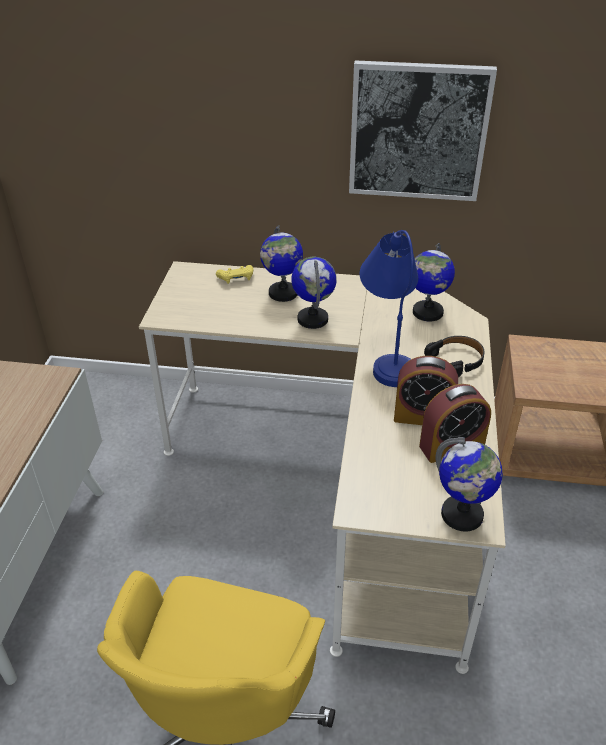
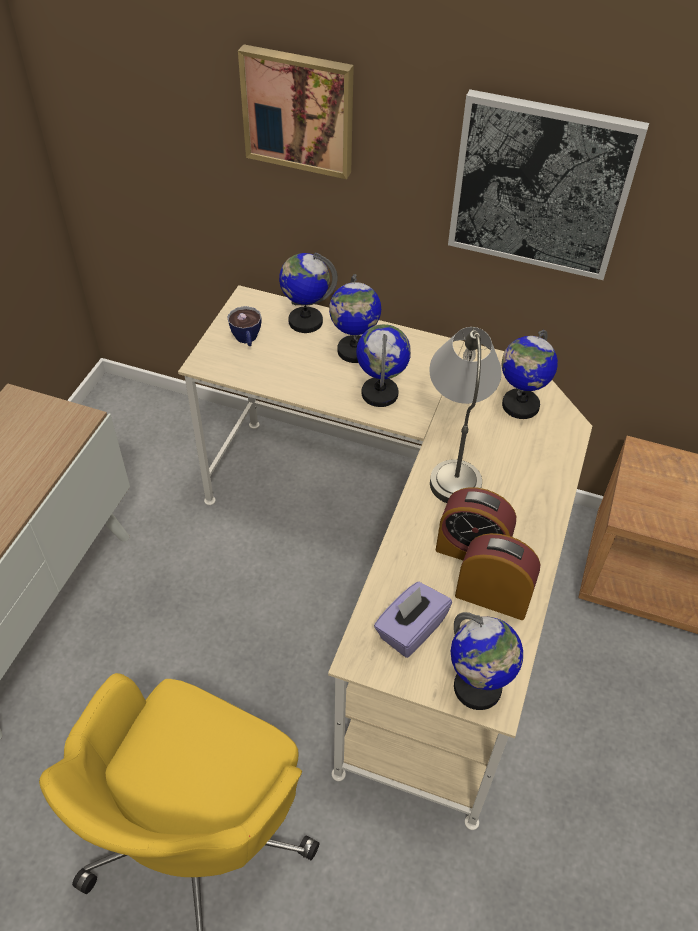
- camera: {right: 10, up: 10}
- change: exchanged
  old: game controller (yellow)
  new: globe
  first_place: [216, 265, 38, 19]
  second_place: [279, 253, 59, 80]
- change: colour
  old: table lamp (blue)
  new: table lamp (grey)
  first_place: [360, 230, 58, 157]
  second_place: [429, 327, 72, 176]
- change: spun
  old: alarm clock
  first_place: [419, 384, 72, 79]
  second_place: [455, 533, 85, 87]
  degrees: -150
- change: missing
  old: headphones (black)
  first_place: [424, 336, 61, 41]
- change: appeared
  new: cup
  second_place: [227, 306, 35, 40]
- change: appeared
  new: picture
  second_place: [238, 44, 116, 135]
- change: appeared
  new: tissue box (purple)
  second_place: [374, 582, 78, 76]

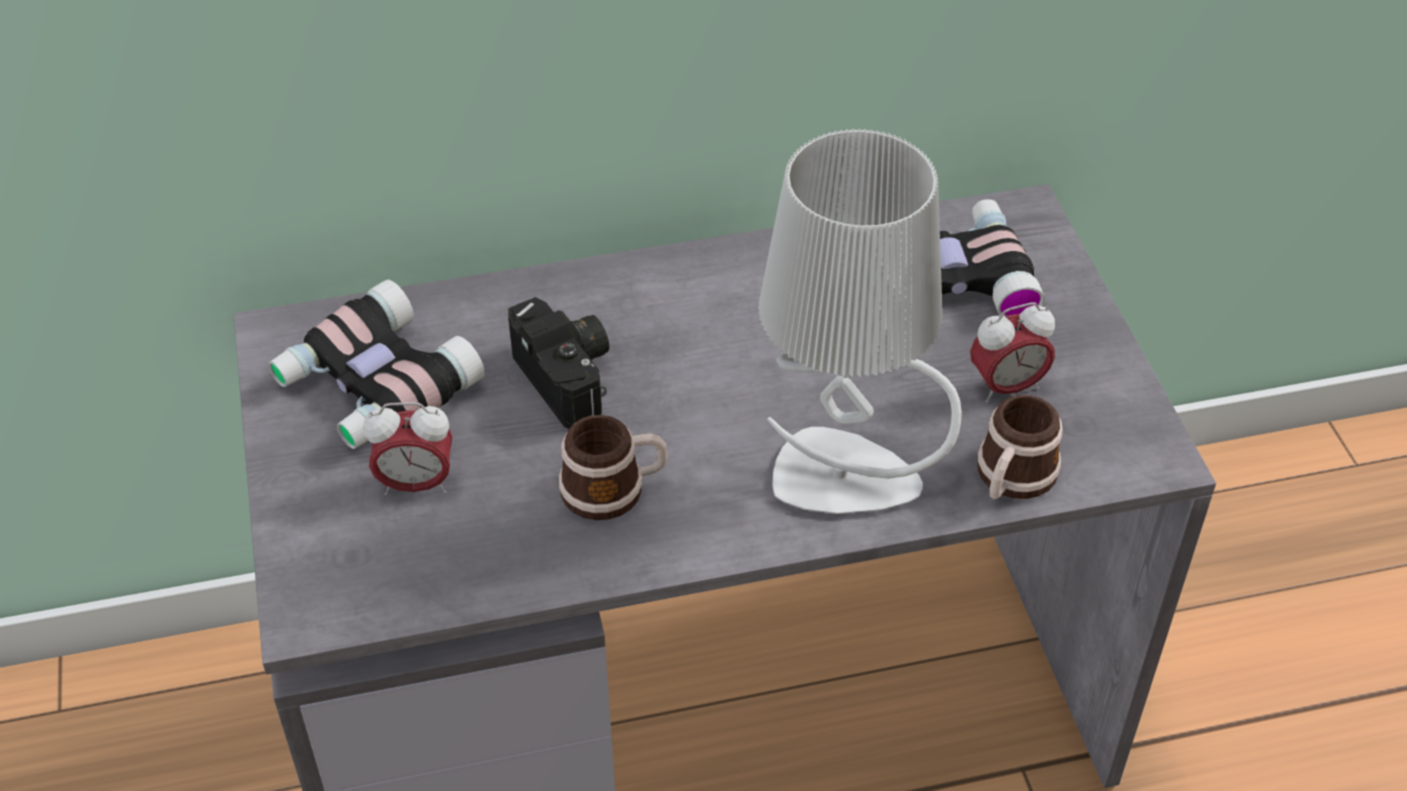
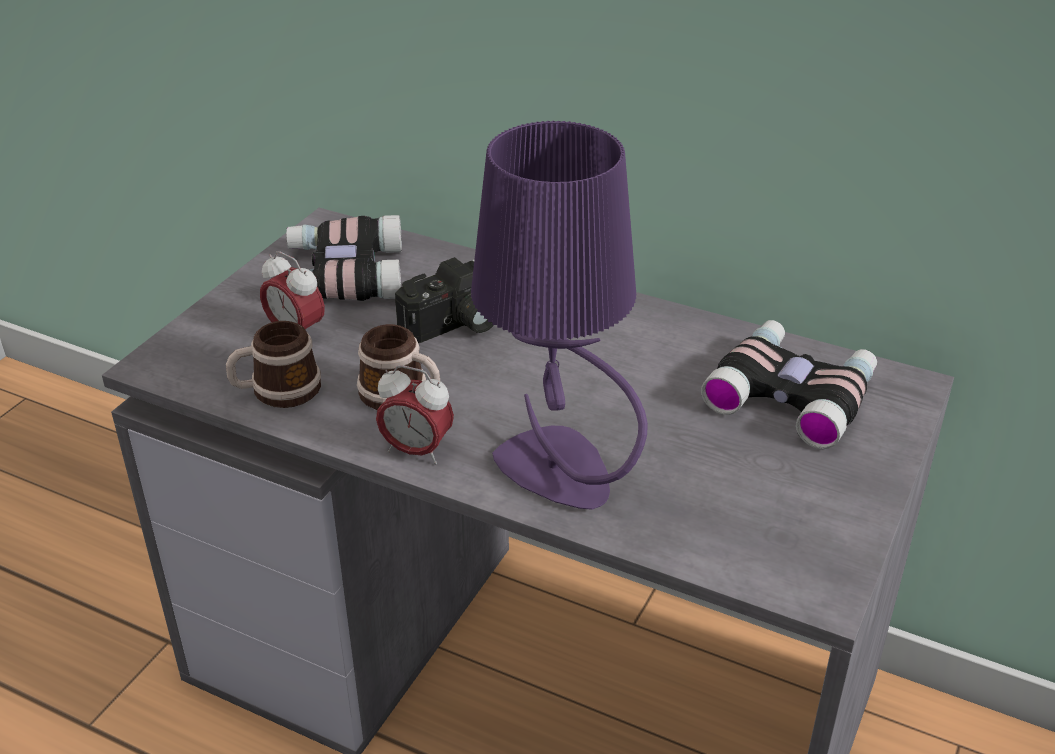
- camera: {right: 40, up: -10}
- change: spun
  old: photo camera
  first_place: [508, 297, 101, 132]
  second_place: [395, 257, 99, 86]
  degrees: 45
- change: colour
  old: table lamp (grey)
  new: table lamp (purple)
  first_place: [758, 129, 204, 385]
  second_place: [471, 121, 177, 389]
- change: relocated
  old: alarm clock
  first_place: [970, 302, 85, 101]
  second_place: [376, 365, 78, 99]
- change: relocated
  old: mug
  first_place: [977, 395, 86, 104]
  second_place: [226, 321, 95, 87]

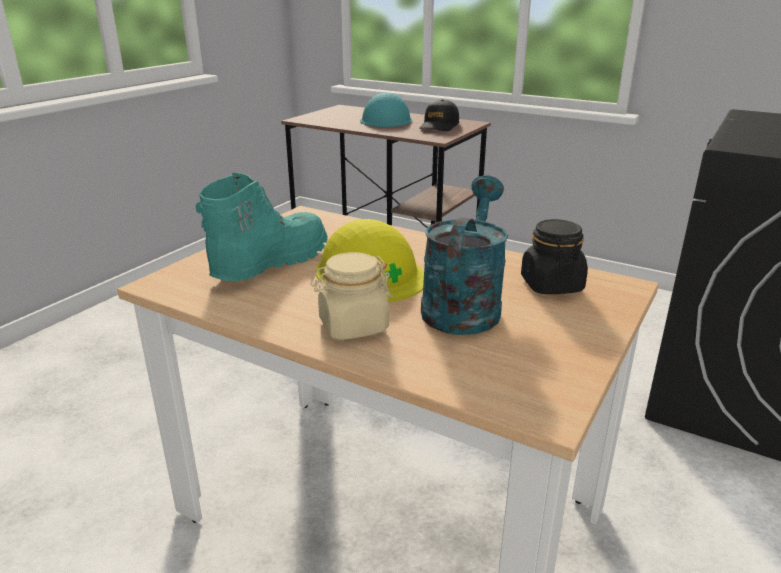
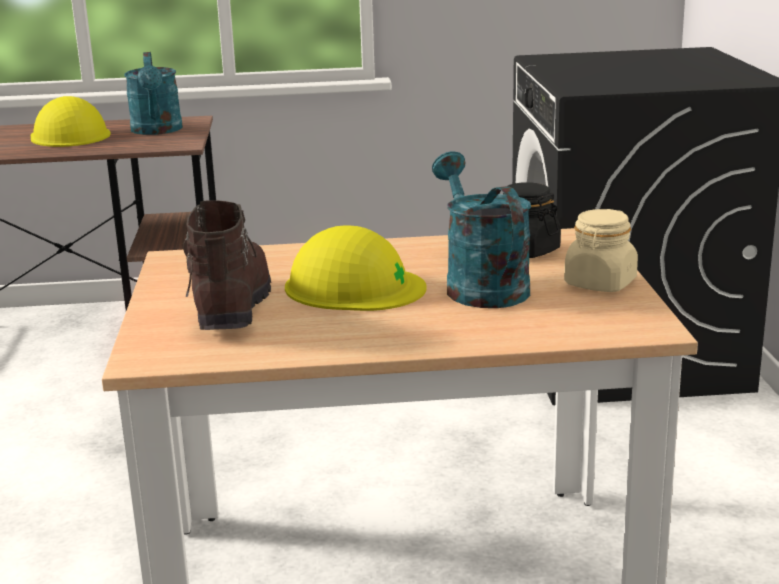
- camera: {right: -35, up: -5}
- change: colour
  old: boot (turquoise)
  new: boot (brown)
  first_place: [195, 173, 133, 108]
  second_place: [183, 201, 88, 129]
- change: relocated
  old: jar (beige)
  first_place: [311, 252, 81, 88]
  second_place: [564, 209, 74, 83]
- change: colour
  old: hard hat (turquoise)
  new: hard hat (yellow)
  first_place: [360, 93, 52, 34]
  second_place: [31, 96, 80, 51]
- change: exchanged
  old: cap (black)
  new: watering can (turquoise)
  first_place: [419, 99, 40, 32]
  second_place: [124, 52, 59, 83]

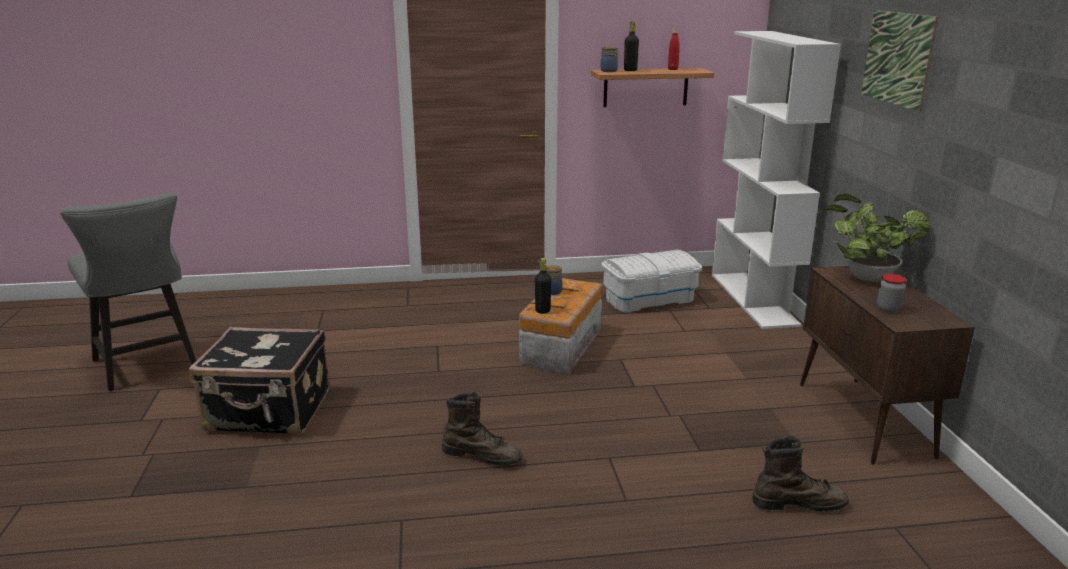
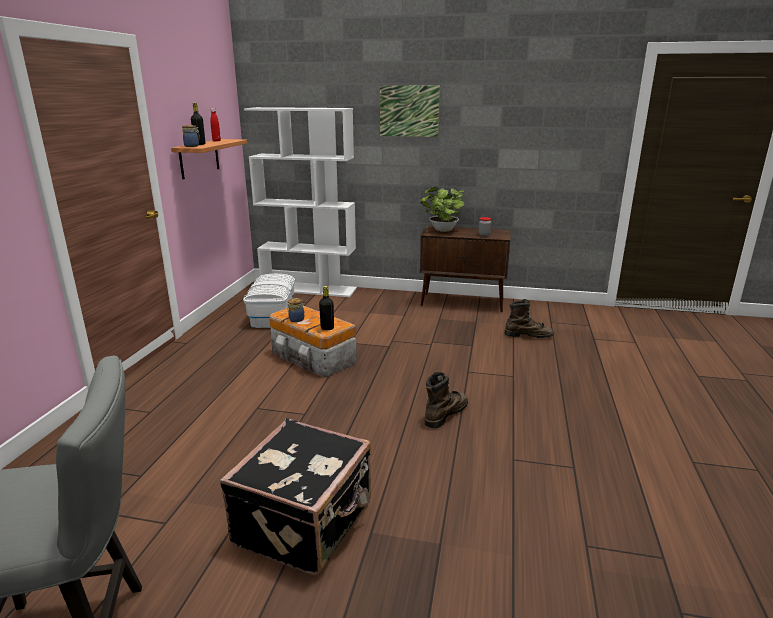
- camera: {right: -70, up: 0}
- change: spun
  old: boot (brown)
  first_place: [752, 436, 97, 76]
  second_place: [504, 299, 50, 39]
  degrees: 75

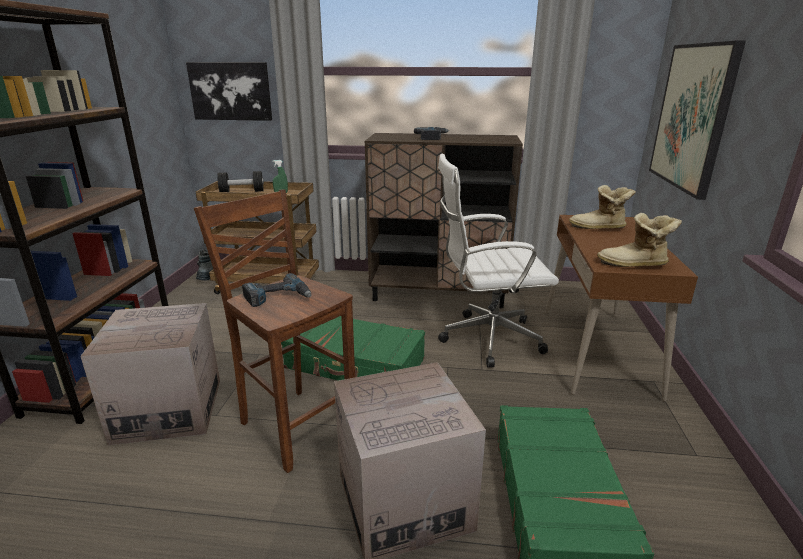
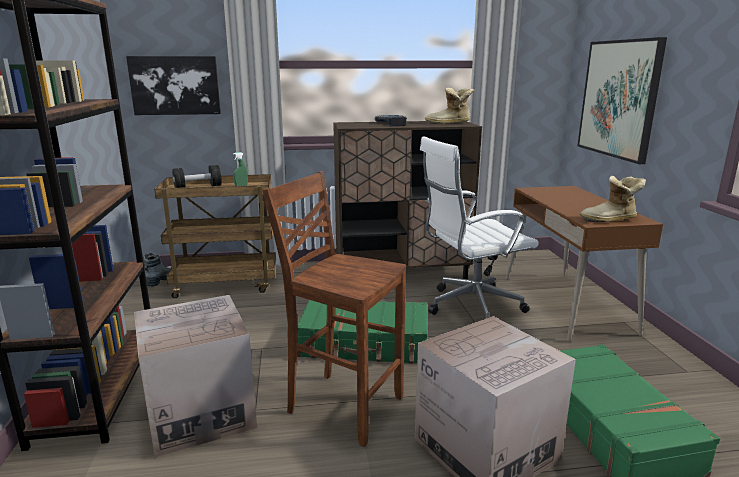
- camera: {right: -15, up: -5}
- change: missing
  old: power drill
  first_place: [242, 273, 69, 34]
- change: relocated
  old: boot
  first_place: [569, 185, 67, 44]
  second_place: [425, 87, 49, 37]

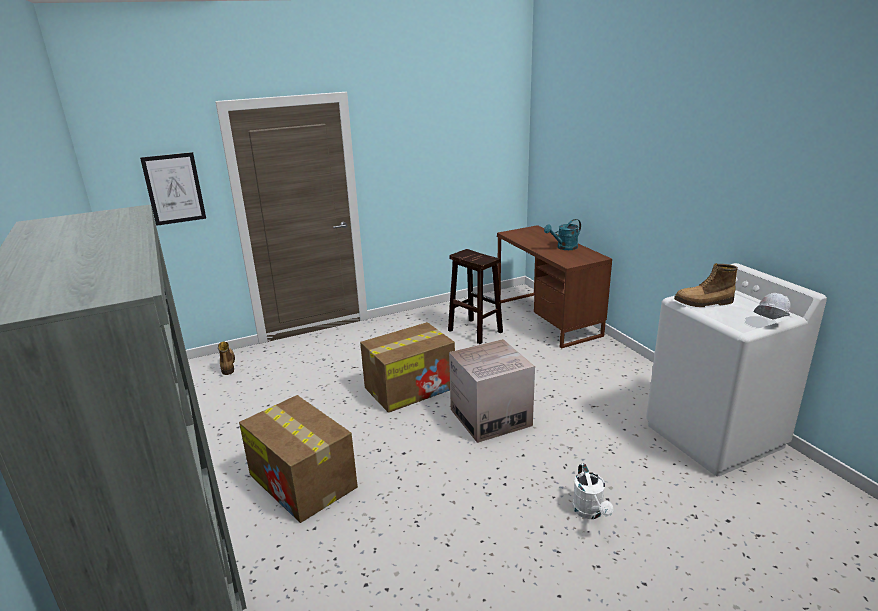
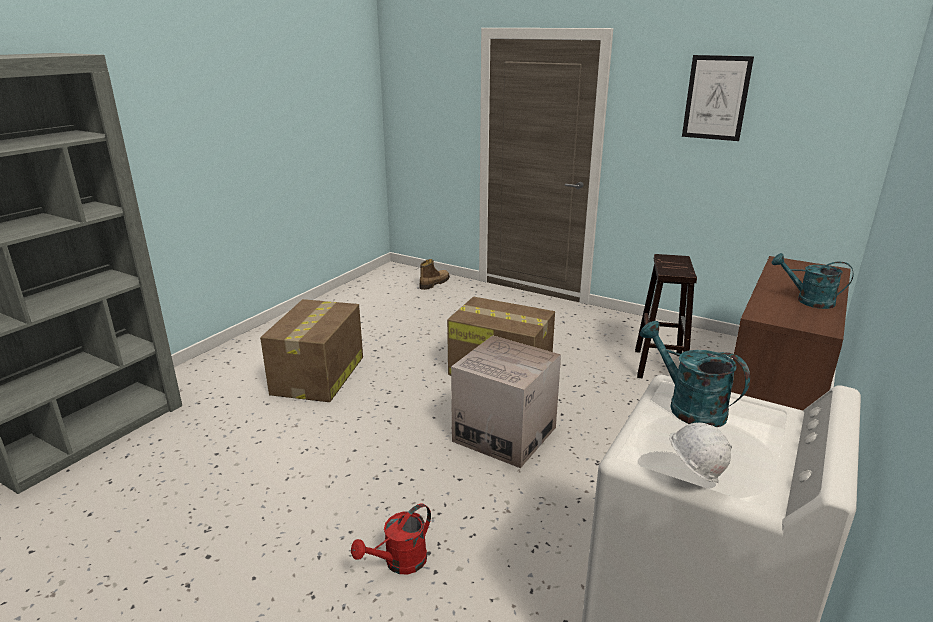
- camera: {right: 55, up: 0}
- change: relocated
  old: picture
  first_place: [140, 152, 66, 74]
  second_place: [682, 55, 72, 86]
- change: colour
  old: watering can (white)
  new: watering can (red)
  first_place: [572, 463, 41, 56]
  second_place: [351, 503, 80, 71]
- change: exchanged
  old: boot
  new: watering can (turquoise)
  first_place: [674, 263, 64, 44]
  second_place: [640, 321, 110, 106]

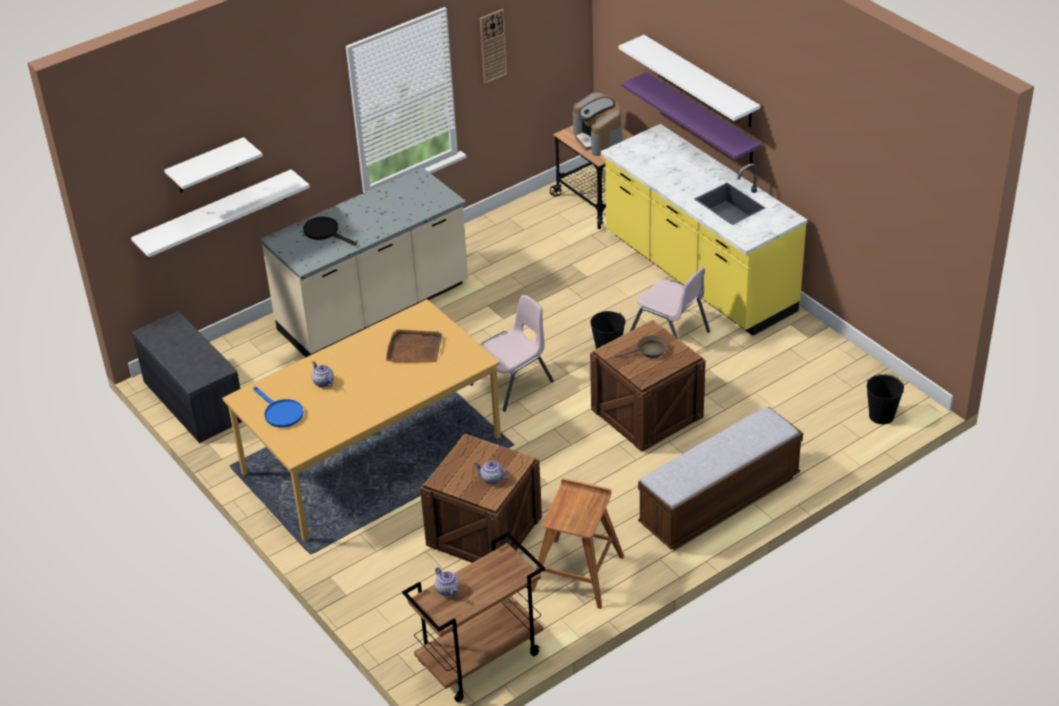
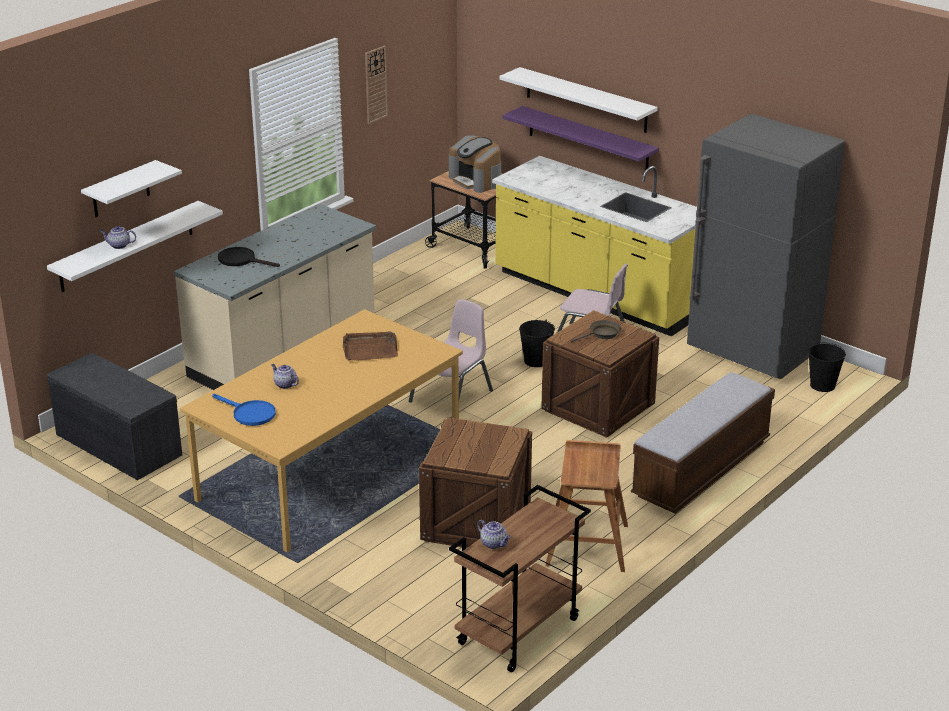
- camera: {right: -15, up: -10}
- change: relocated
  old: teapot
  first_place: [474, 461, 36, 23]
  second_place: [100, 226, 36, 23]
- change: appeared
  new: fridge (grey)
  second_place: [687, 114, 158, 265]

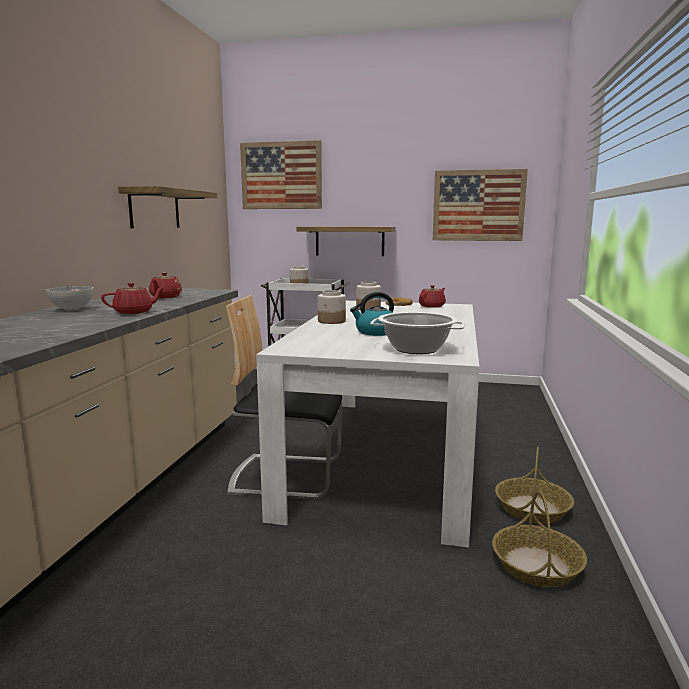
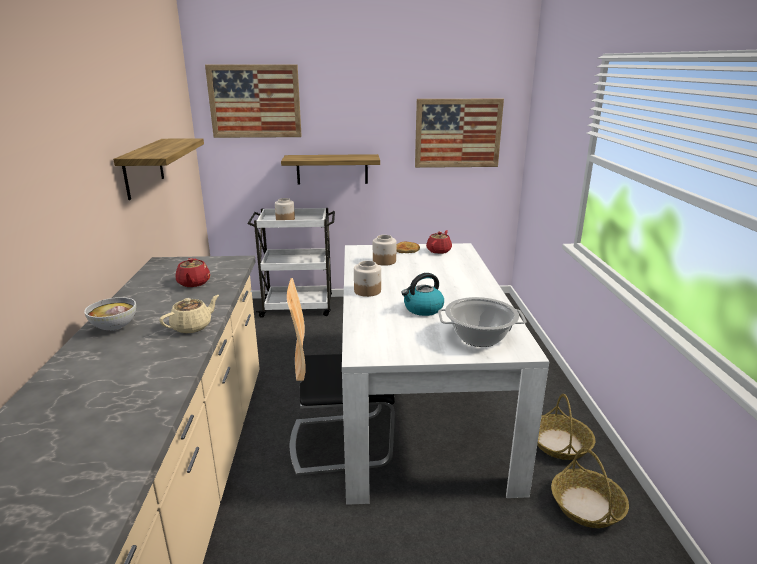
- camera: {right: -15, up: 10}
- change: colour
  old: teapot (red)
  new: teapot (beige)
  first_place: [101, 283, 64, 31]
  second_place: [159, 295, 60, 39]

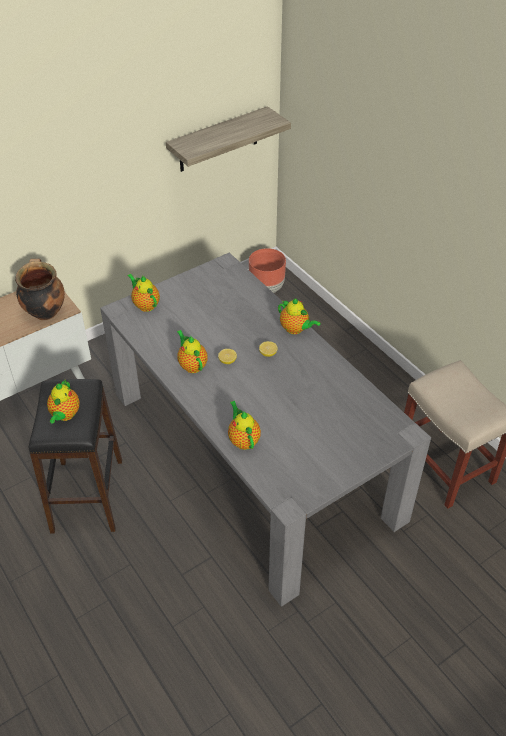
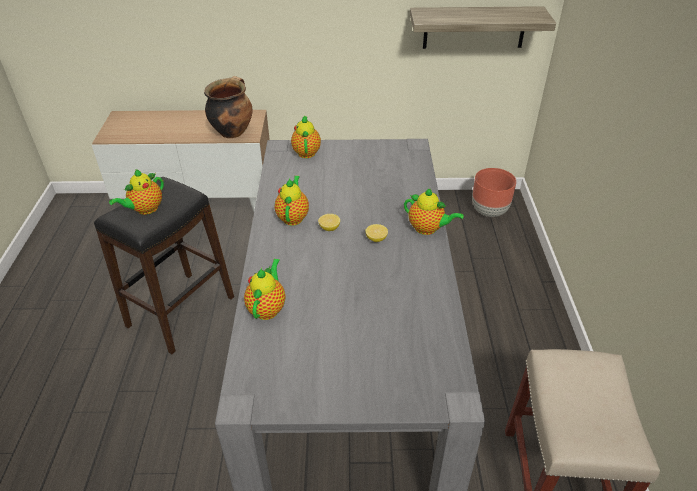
- camera: {right: 35, up: -5}
- change: spun
  old: teapot
  first_place: [278, 298, 43, 36]
  second_place: [404, 188, 60, 47]
  degrees: -45

